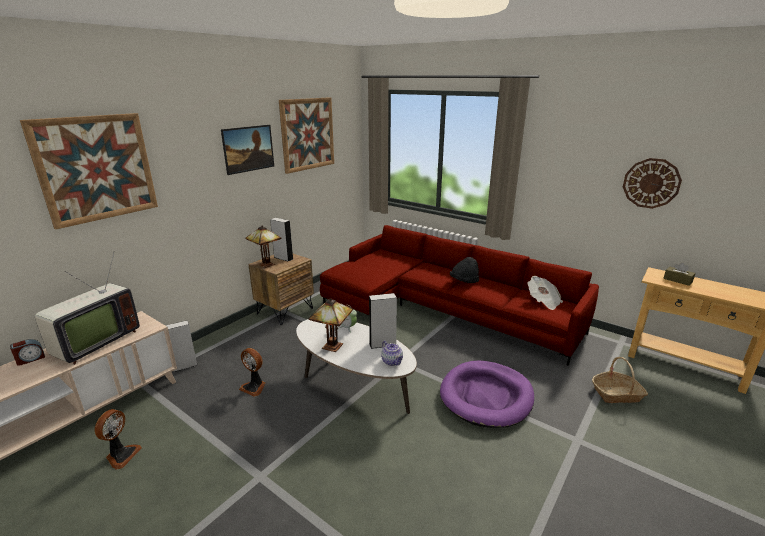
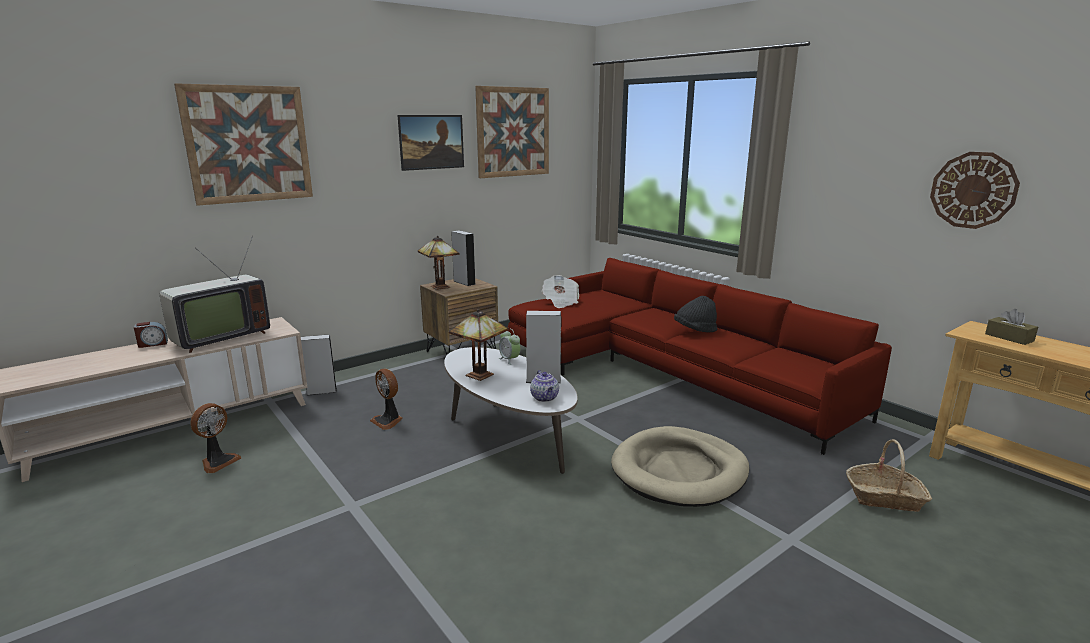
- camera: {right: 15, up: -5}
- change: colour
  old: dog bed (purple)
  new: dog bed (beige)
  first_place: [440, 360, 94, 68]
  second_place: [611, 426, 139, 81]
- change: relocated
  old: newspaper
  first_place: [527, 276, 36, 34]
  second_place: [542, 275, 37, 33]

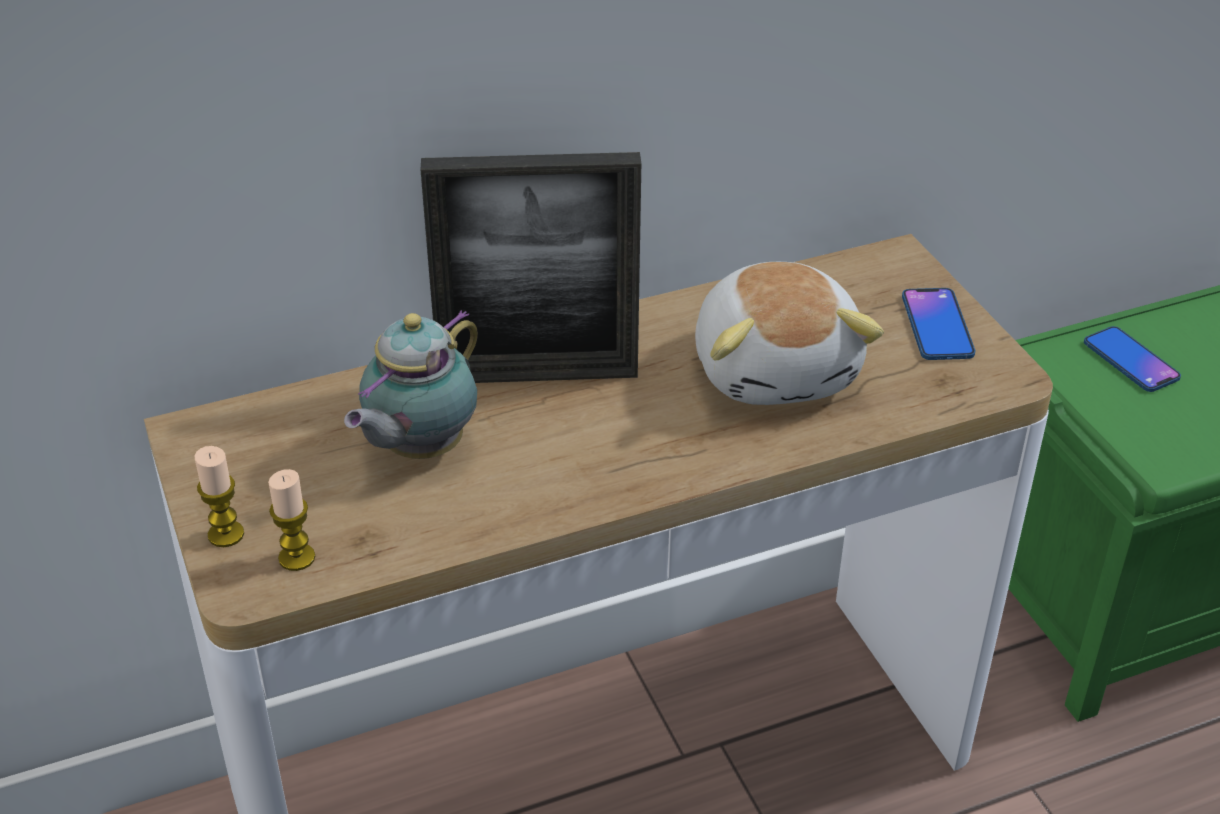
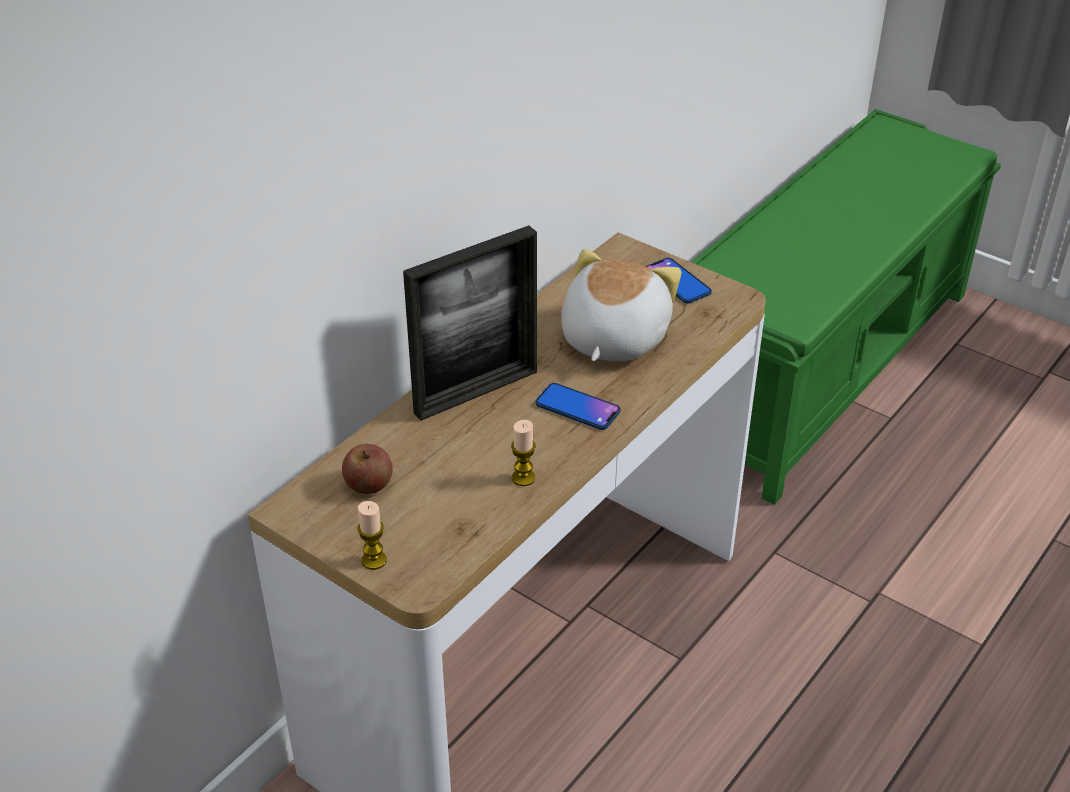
- camera: {right: -30, up: 0}
- change: relocated
  old: candle
  first_place: [268, 469, 47, 102]
  second_place: [511, 419, 25, 67]
- change: missing
  old: teapot
  first_place: [344, 310, 134, 149]
- change: spun
  old: plush toy
  first_place: [695, 262, 189, 143]
  second_place: [561, 249, 120, 112]
  degrees: -120
- change: relocated
  old: phone
  first_place: [1084, 326, 97, 66]
  second_place: [535, 383, 86, 47]
- change: appeared
  new: apple
  second_place: [342, 444, 51, 50]

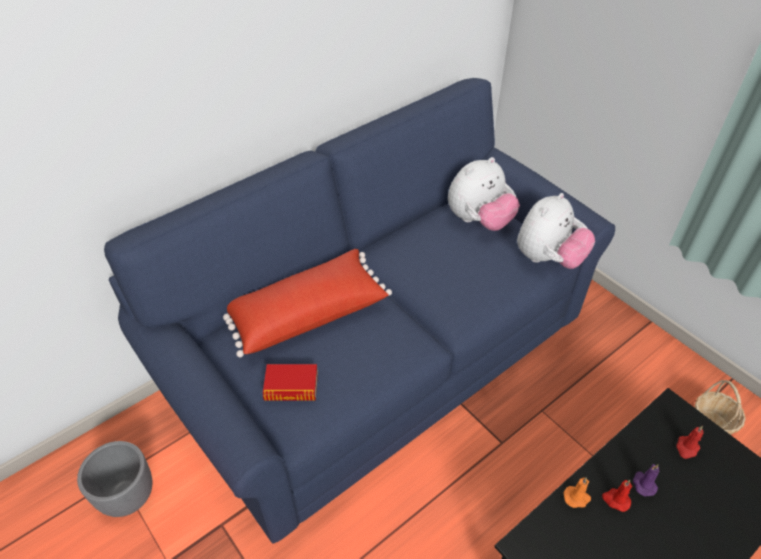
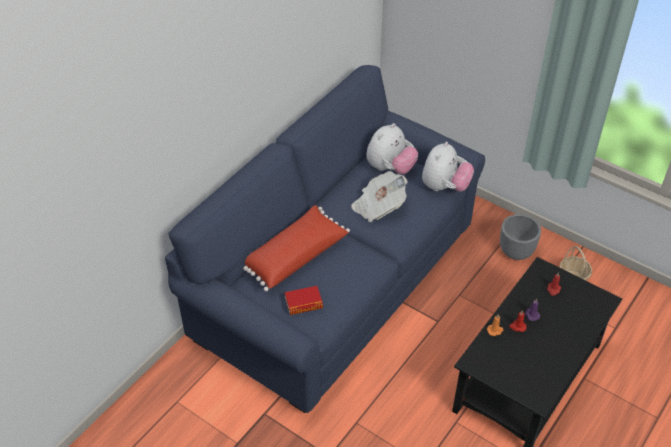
- camera: {right: -15, up: 0}
- change: relocated
  old: planter (grey)
  first_place: [77, 441, 75, 76]
  second_place: [500, 214, 41, 46]
- change: appeared
  new: newspaper
  second_place: [351, 171, 57, 51]

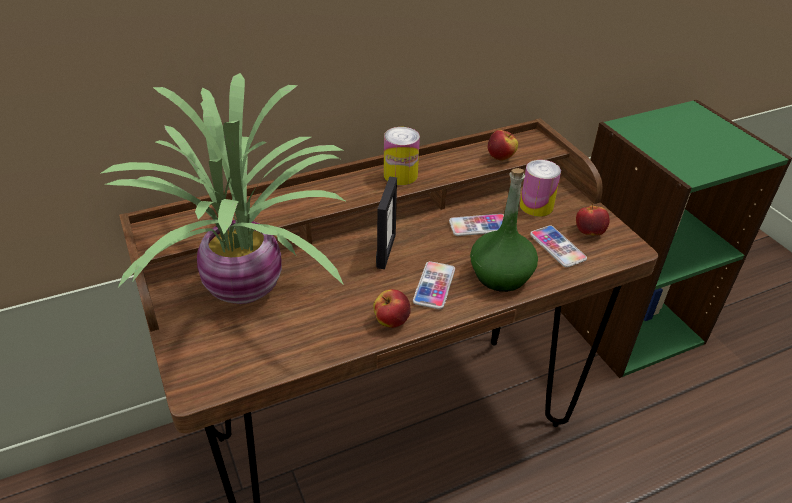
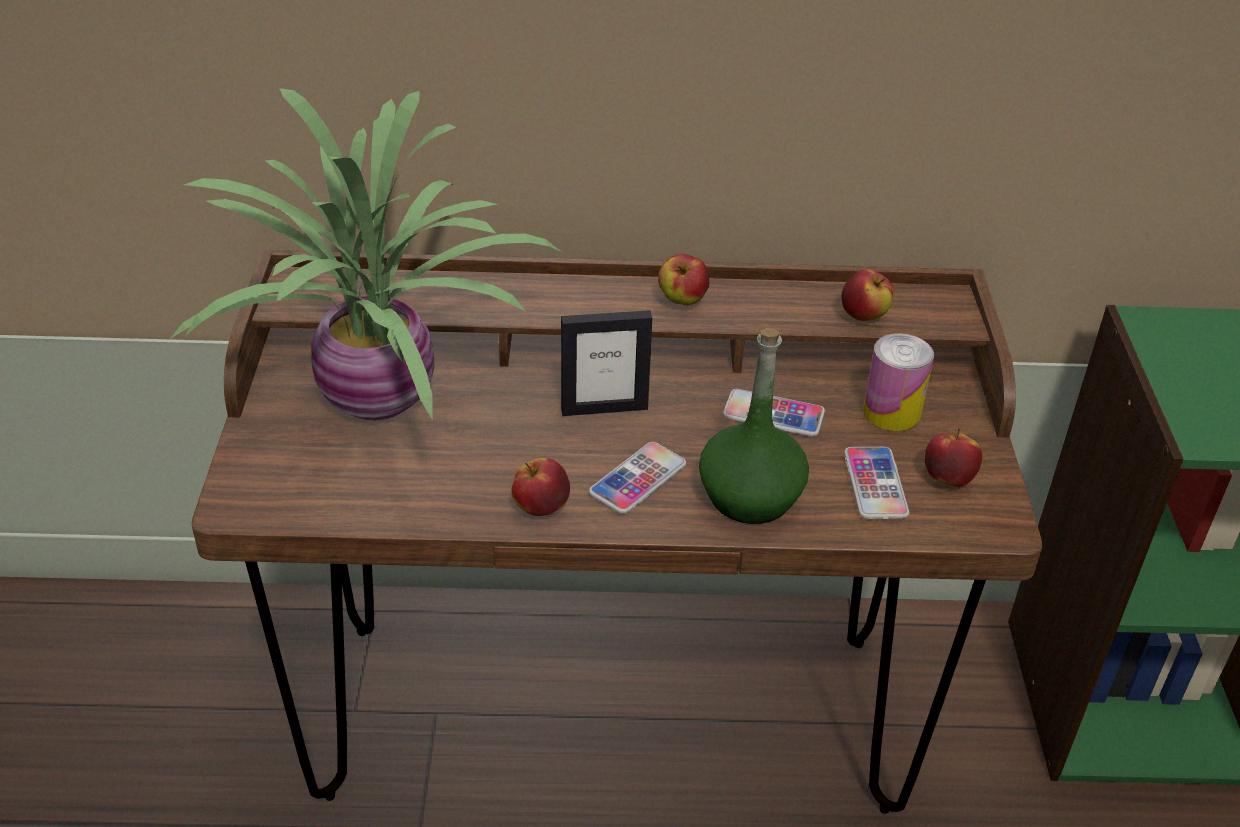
- camera: {right: 25, up: 0}
- change: spun
  old: picture frame
  first_place: [376, 176, 21, 93]
  second_place: [561, 310, 91, 106]
  degrees: 45
- change: exchanged
  old: can
  new: apple
  first_place: [384, 127, 36, 58]
  second_place: [658, 254, 51, 51]

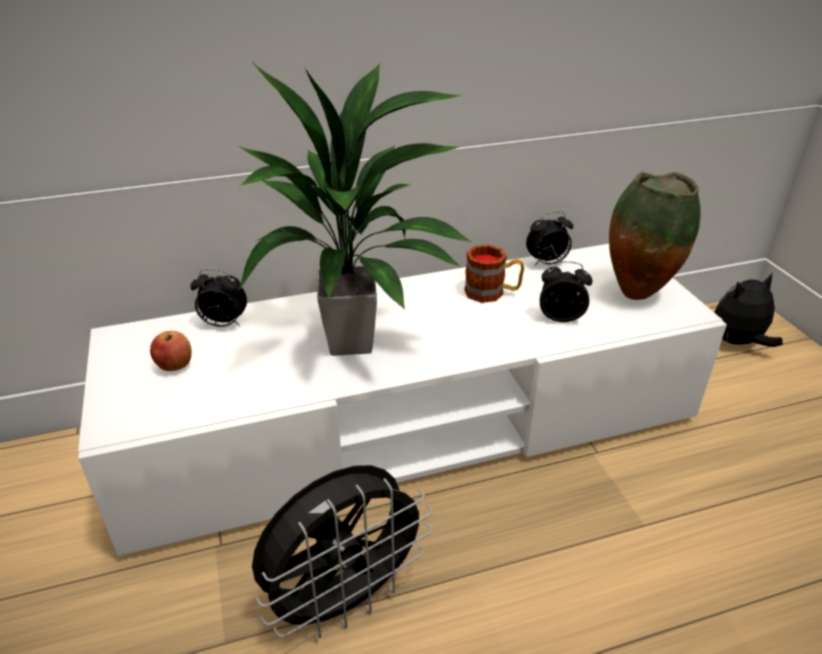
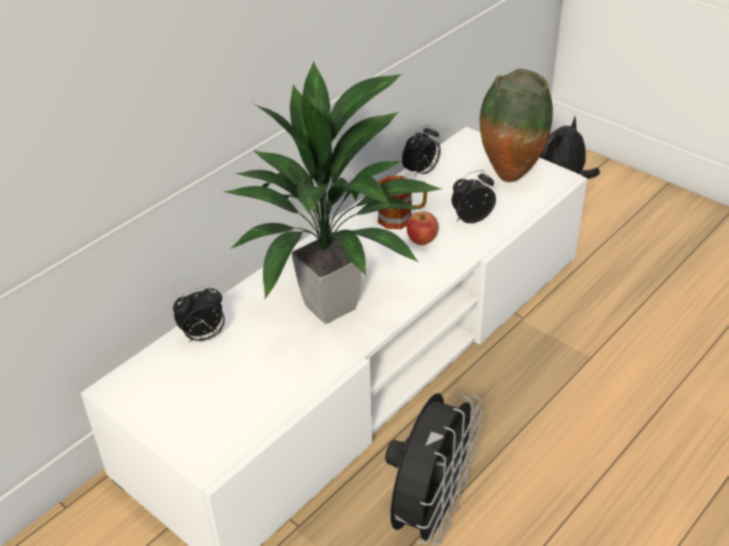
- camera: {right: -30, up: 5}
- change: relocated
  old: apple
  first_place: [150, 331, 42, 40]
  second_place: [407, 212, 32, 33]

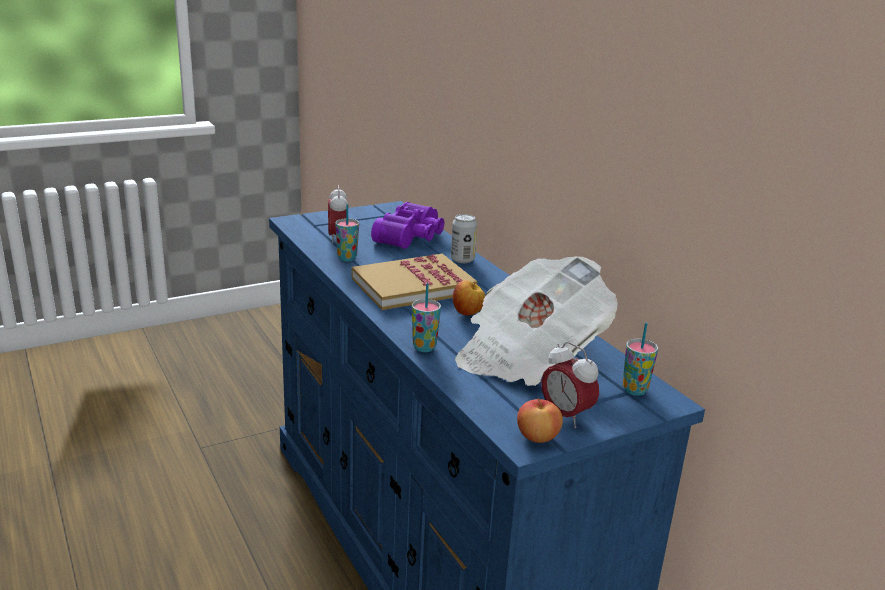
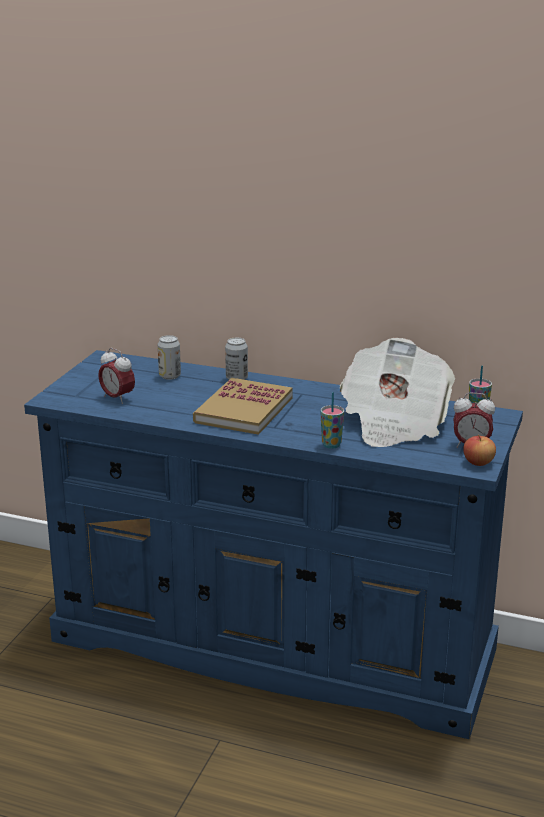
- camera: {right: -40, up: 0}
- change: missing
  old: cup
  first_place: [335, 204, 24, 58]
- change: exchanged
  old: binoculars (purple)
  new: can
  first_place: [371, 202, 73, 47]
  second_place: [158, 335, 23, 45]
- change: missing
  old: apple
  first_place: [453, 280, 32, 36]

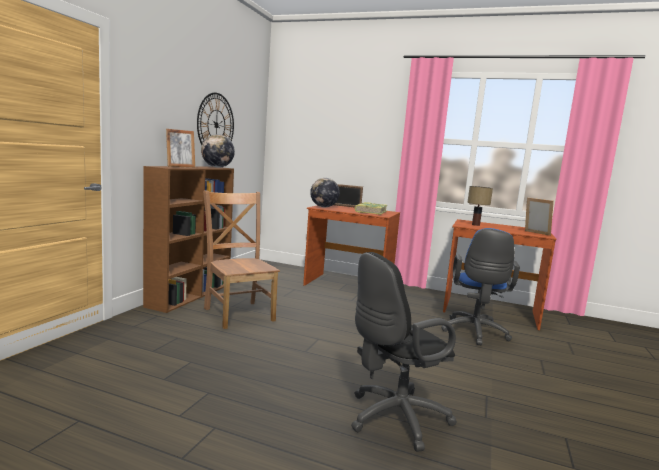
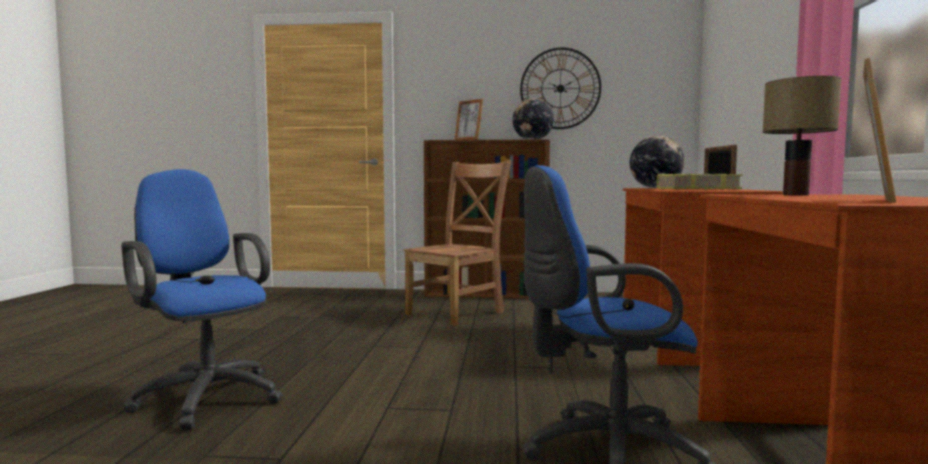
- camera: {right: 75, up: -5}
- change: colour
  old: office chair (black)
  new: office chair (blue)
  first_place: [351, 252, 106, 199]
  second_place: [121, 169, 162, 261]

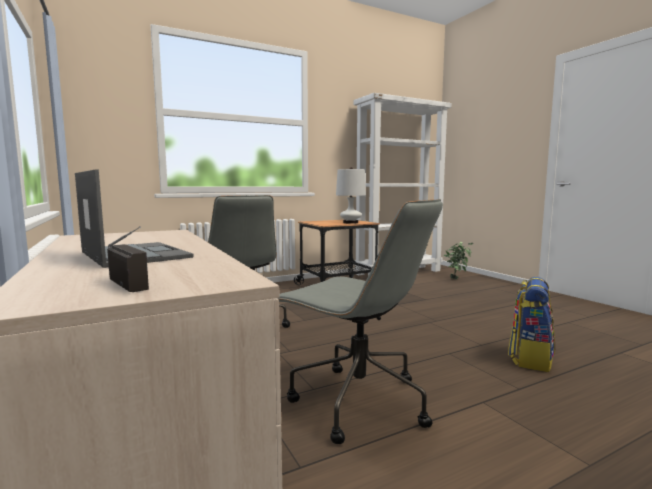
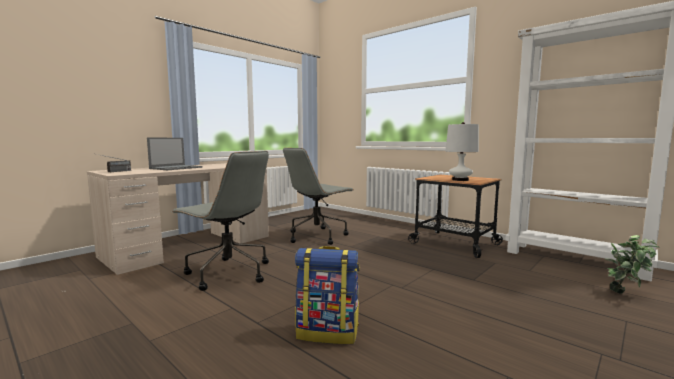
- camera: {right: 70, up: 0}
- change: spun
  old: office chair (grey)
  first_place: [277, 199, 166, 245]
  second_place: [171, 151, 98, 140]
  degrees: -75

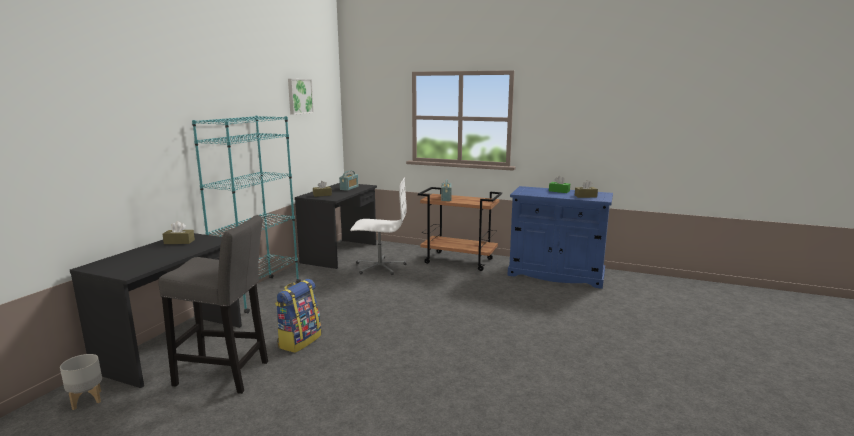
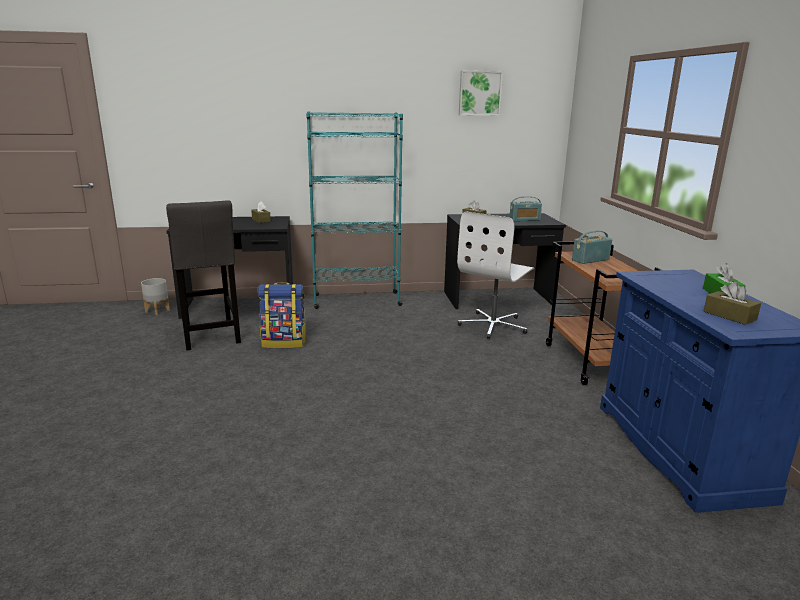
- camera: {right: 60, up: 5}
- change: spun
  old: office chair (white)
  first_place: [350, 177, 57, 98]
  second_place: [457, 211, 77, 128]
  degrees: 60

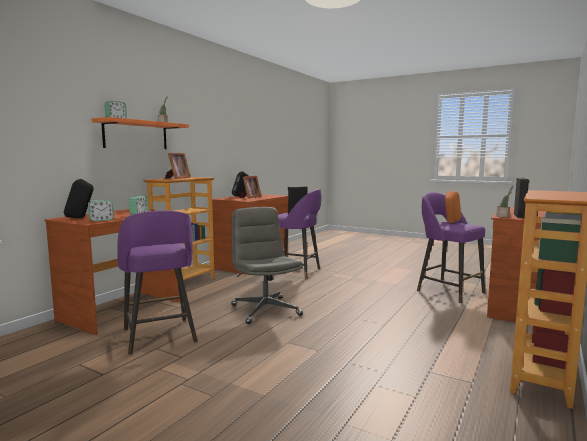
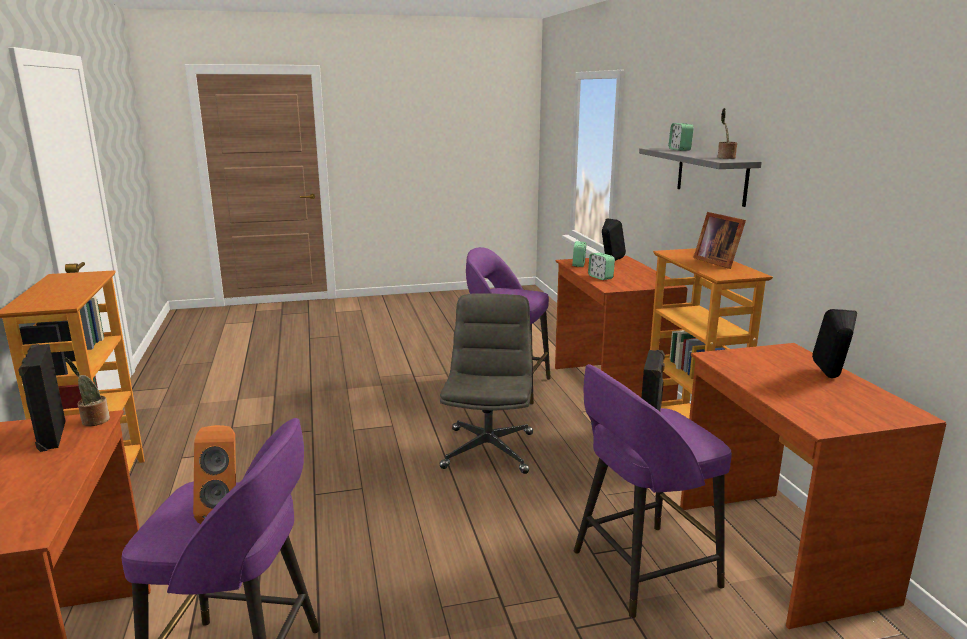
- camera: {right: 135, up: 10}
- change: colour
  old: shelf (orange)
  new: shelf (grey)
  first_place: [92, 117, 97, 32]
  second_place: [639, 148, 123, 59]
- change: spun
  old: office chair (grey)
  first_place: [231, 207, 72, 117]
  second_place: [439, 293, 94, 181]
  degrees: -105
- change: missing
  old: picture frame
  first_place: [240, 176, 22, 23]

